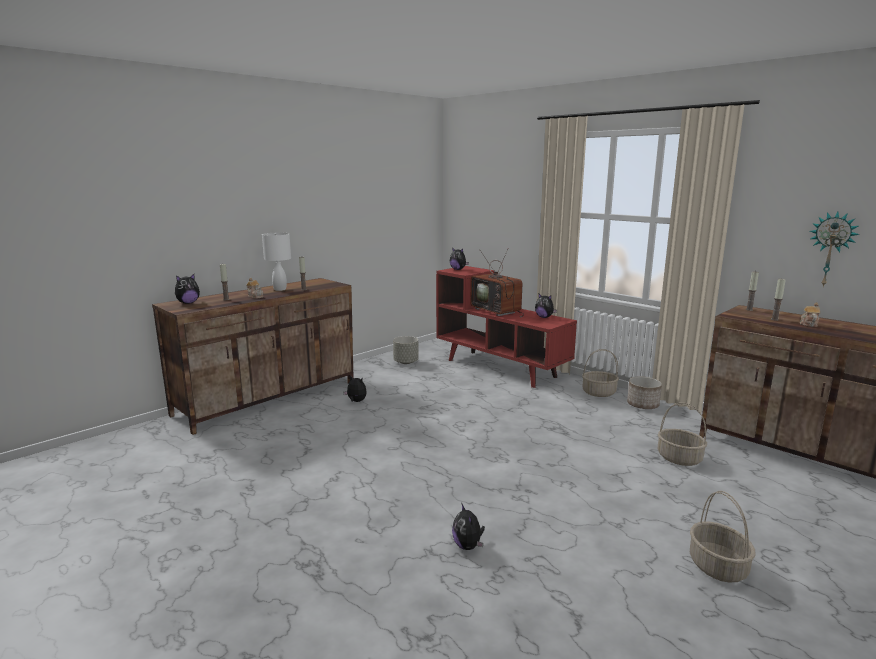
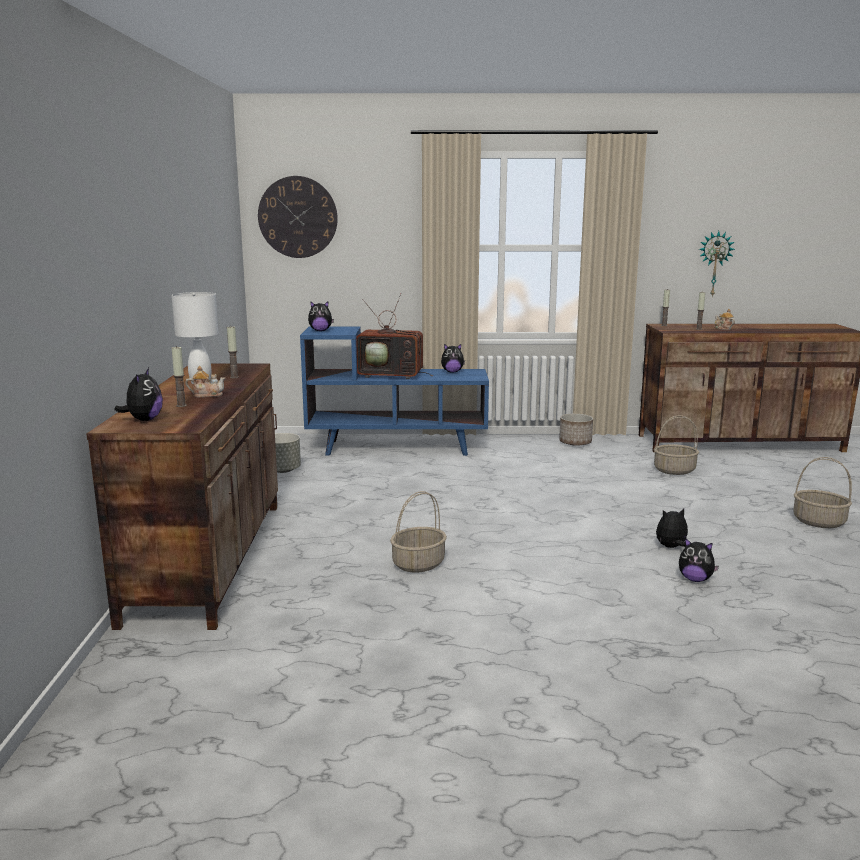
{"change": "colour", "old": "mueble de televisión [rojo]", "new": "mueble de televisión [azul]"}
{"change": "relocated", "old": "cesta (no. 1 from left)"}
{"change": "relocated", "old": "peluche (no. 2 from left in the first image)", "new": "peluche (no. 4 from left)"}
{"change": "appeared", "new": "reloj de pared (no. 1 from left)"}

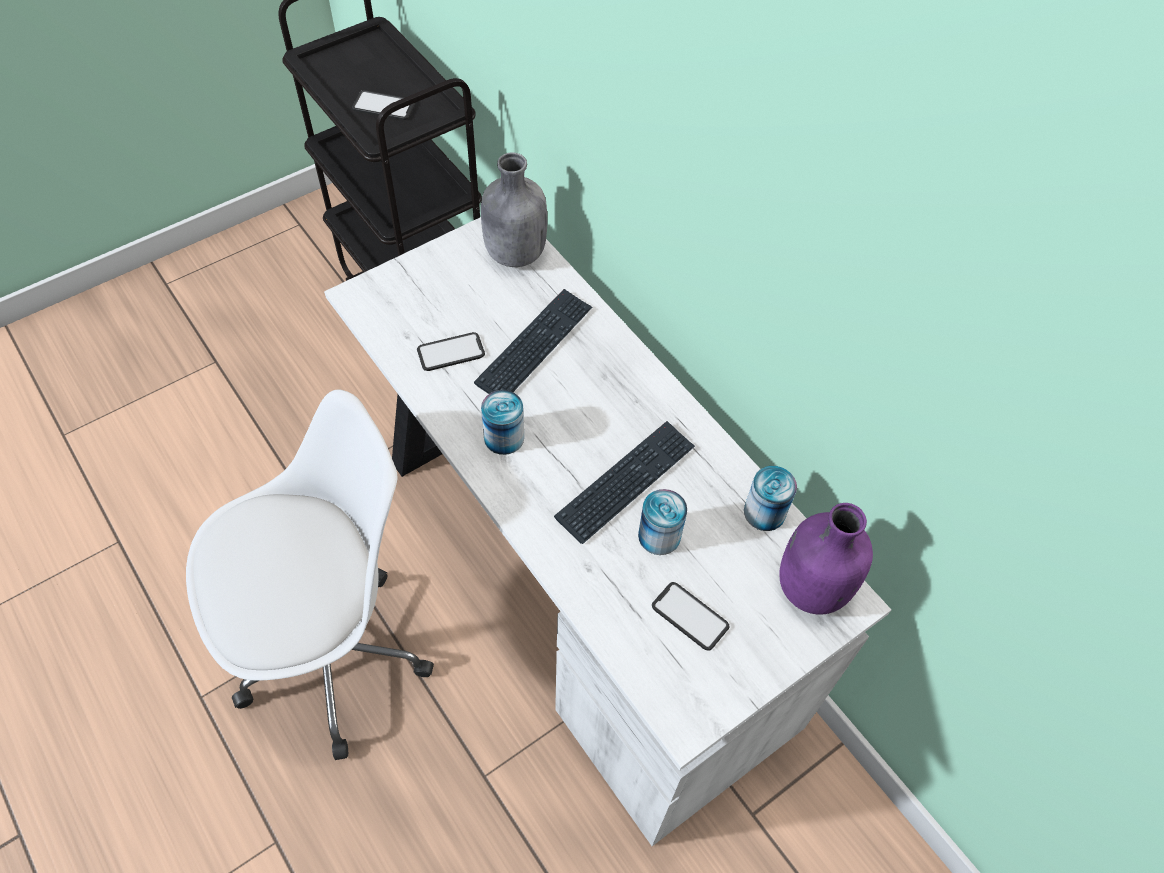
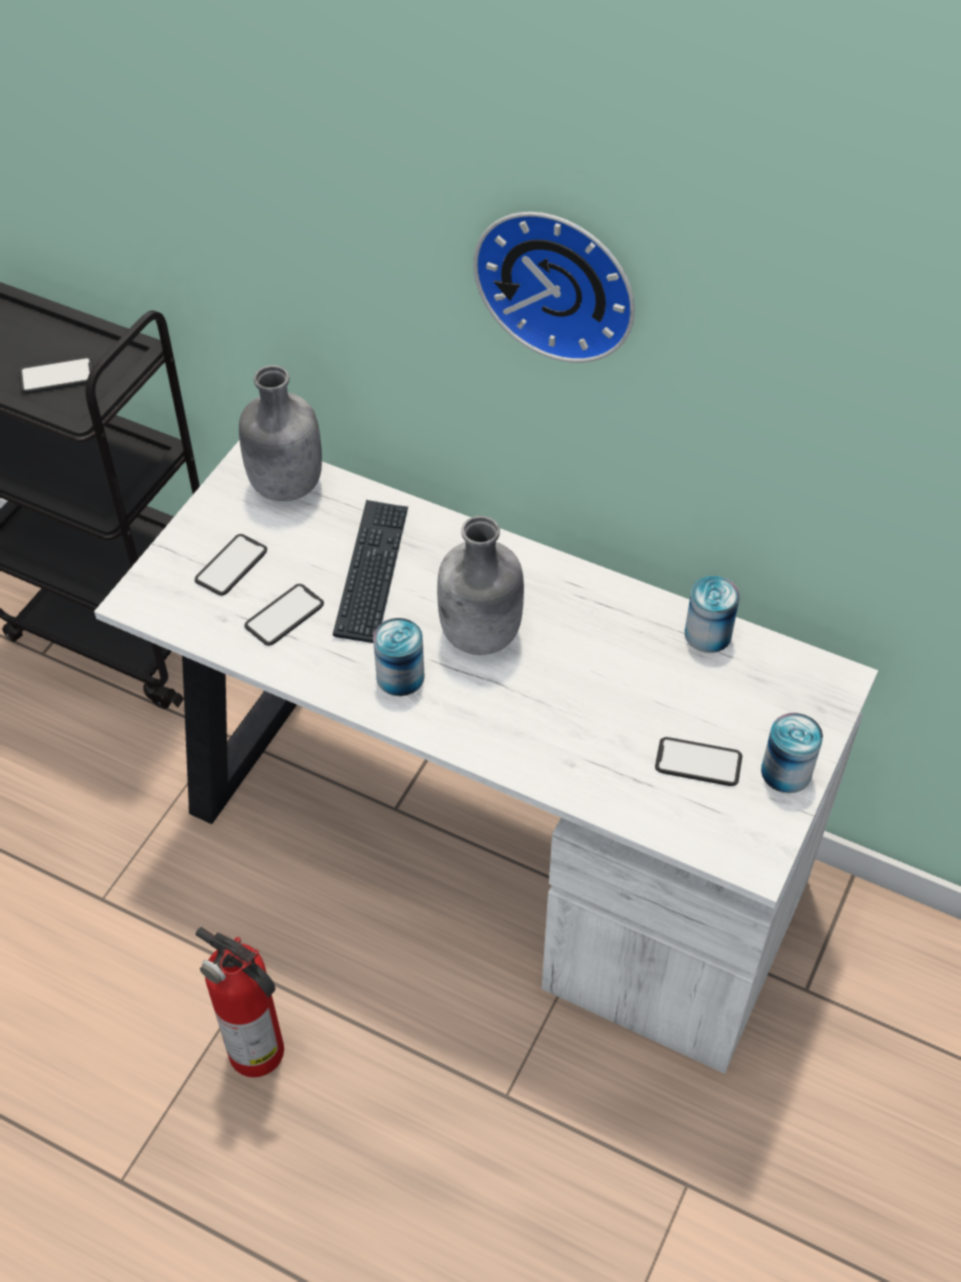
{"change": "exchanged", "old": "silla de oficina [blanco]", "new": "extintor"}
{"change": "missing", "old": "teclado (no. 2 from left)"}
{"change": "relocated", "old": "lata (no. 2 from left in the first image)", "new": "lata (no. 3 from left)"}
{"change": "missing", "old": "botella [morado]"}
{"change": "appeared", "new": "reloj de pared"}
{"change": "appeared", "new": "botella [gris] (no. 2 from left)"}
{"change": "appeared", "new": "móvil (no. 2 from left)"}

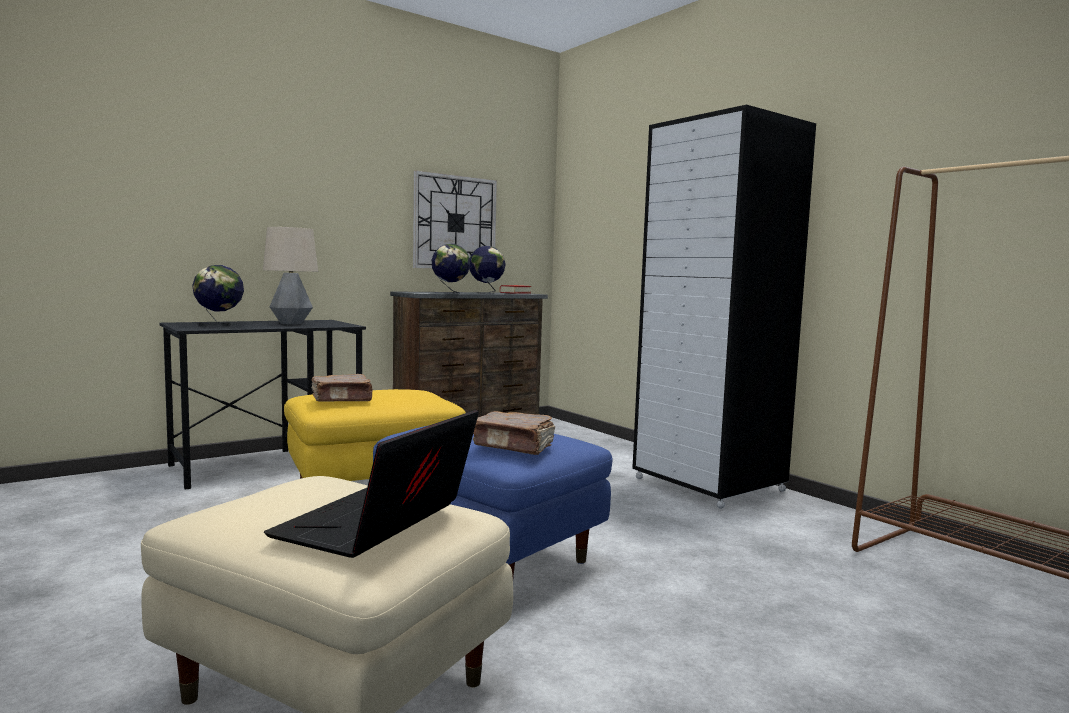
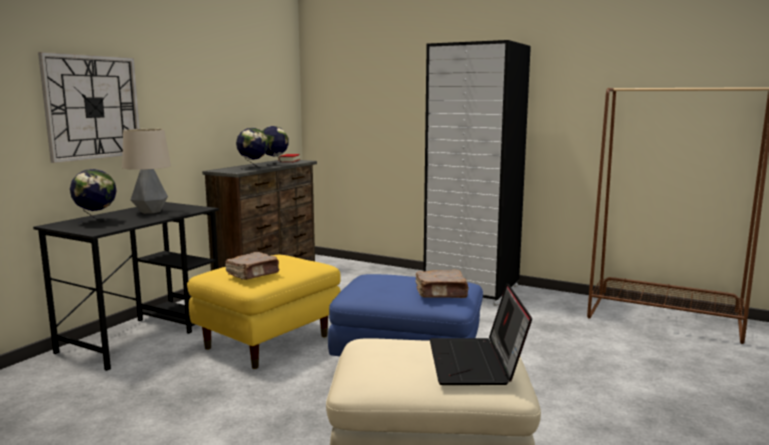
{"change": "relocated", "old": "reloj de pared"}

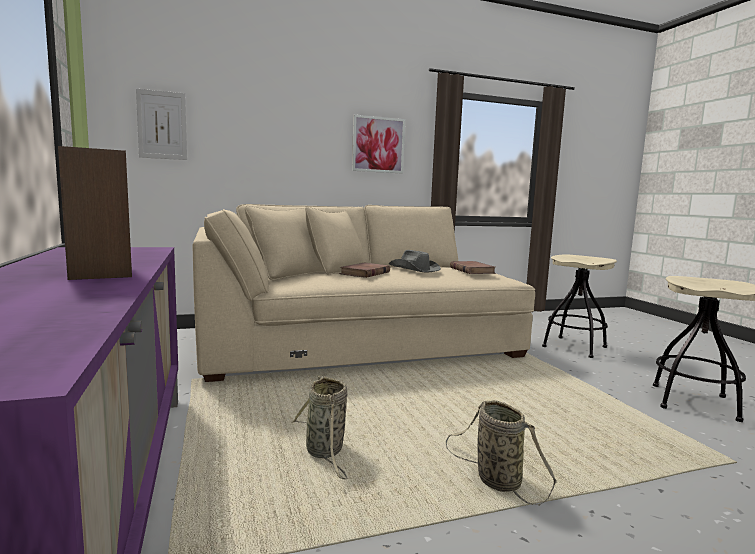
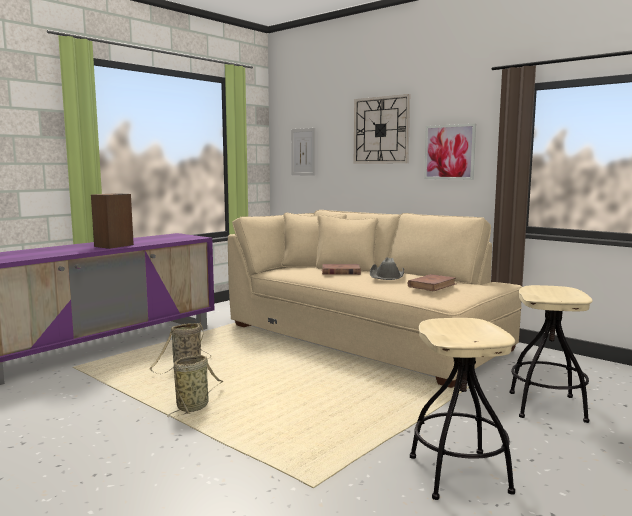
{"change": "appeared", "new": "reloj de pared"}

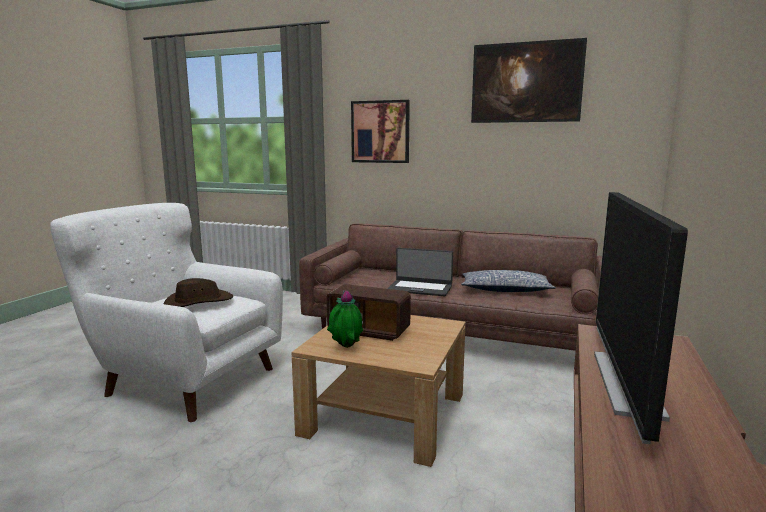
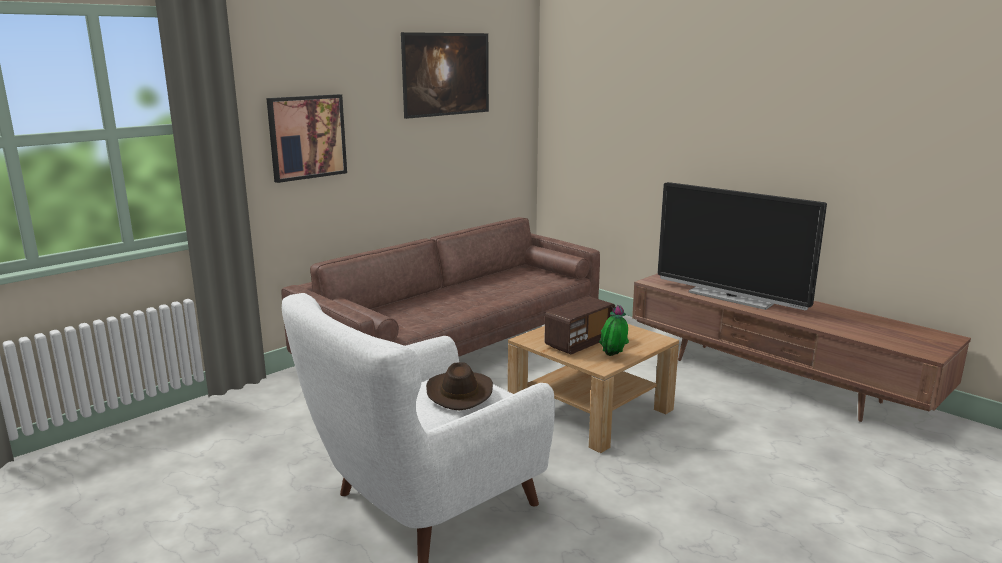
{"change": "missing", "old": "portátil"}
{"change": "missing", "old": "cojín"}

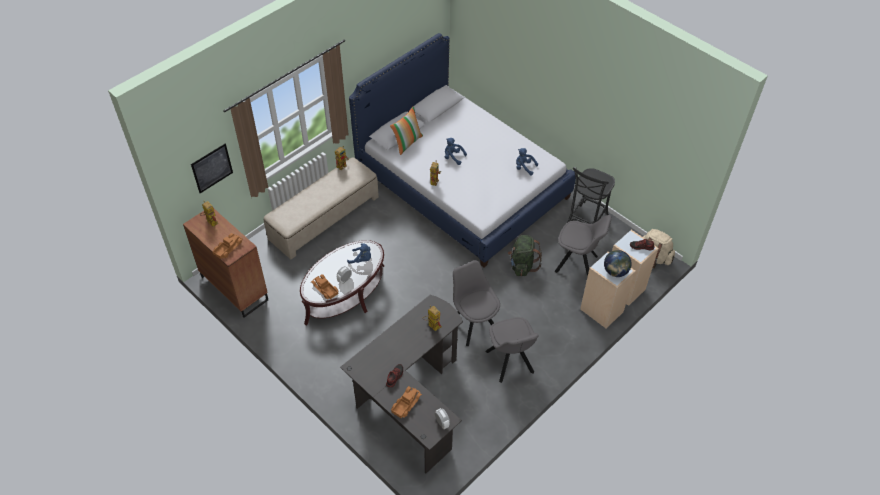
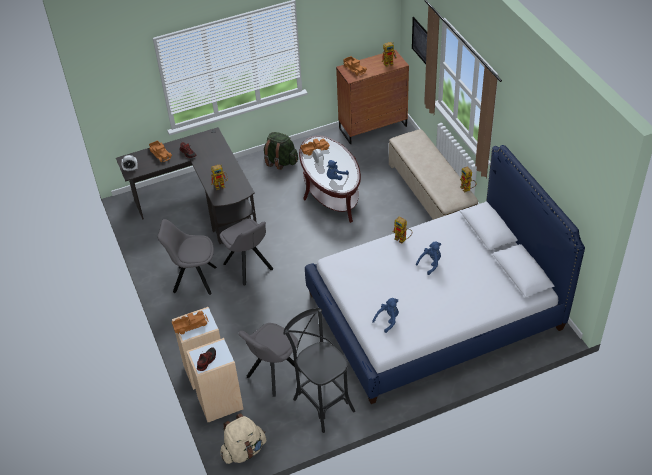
{"change": "missing", "old": "cojín"}
{"change": "relocated", "old": "mochila [verde]"}
{"change": "exchanged", "old": "globo terráqueo", "new": "camión de juguete (no. 2 from left)"}
{"change": "spun", "old": "silla [gris] (no. 1 from left in the first image)", "degrees": 60}

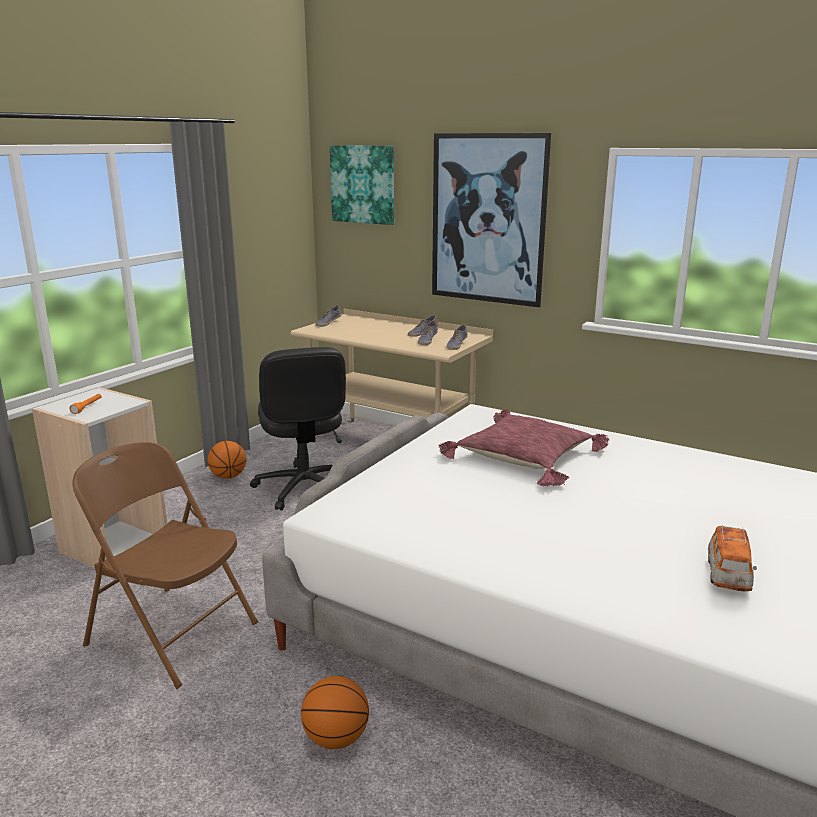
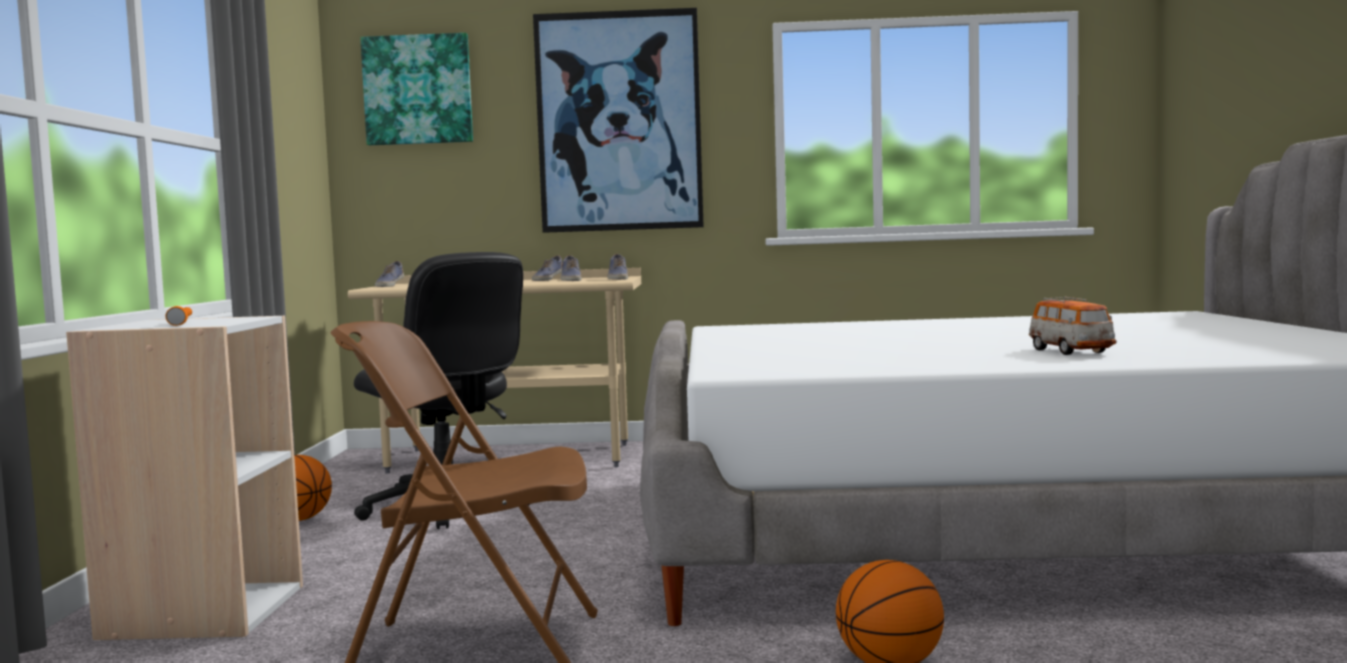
{"change": "missing", "old": "cojín [rojo]"}
{"change": "relocated", "old": "coche de juguete"}

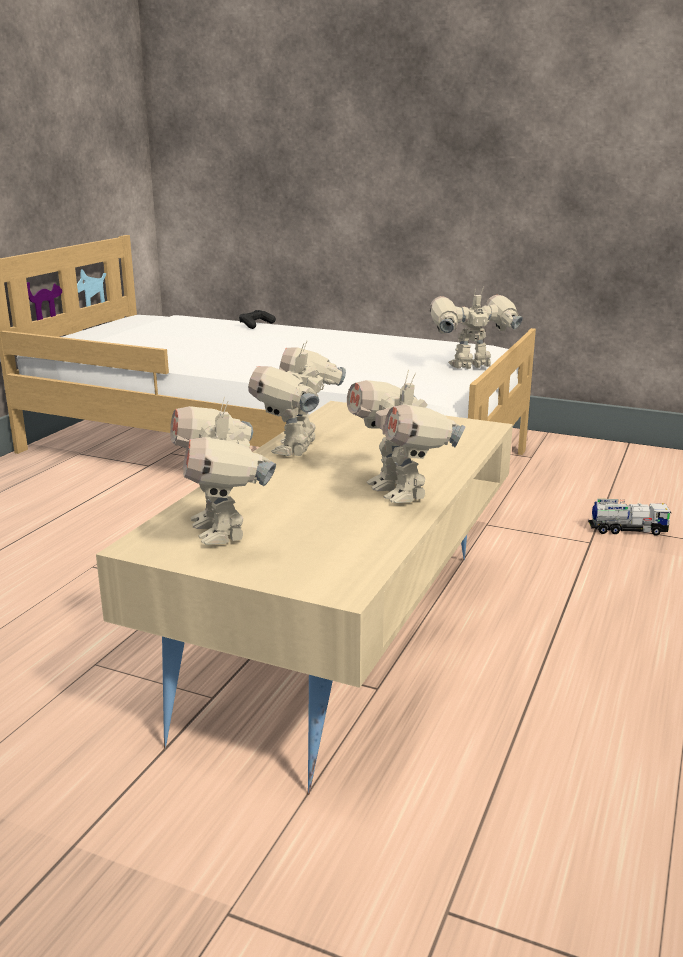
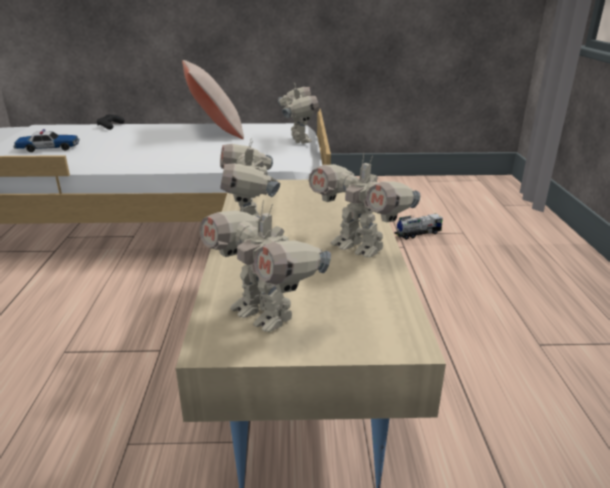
{"change": "spun", "old": "robot de juguete (no. 4 from left in the first image)", "degrees": 120}
{"change": "appeared", "new": "cojín [beis]"}
{"change": "appeared", "new": "coche de juguete"}

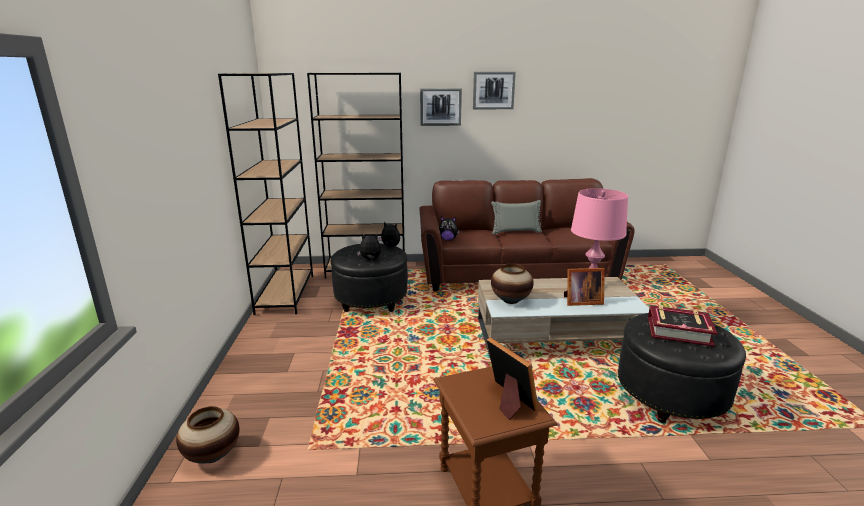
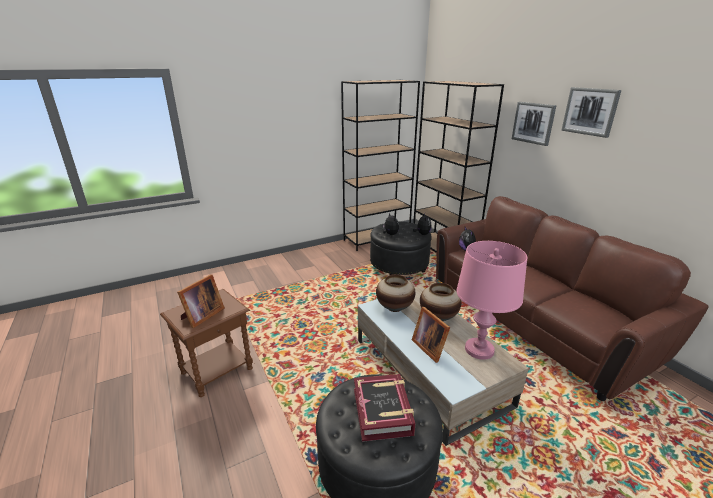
{"change": "missing", "old": "cojín [gris]"}
{"change": "relocated", "old": "florero (no. 1 from left in the first image)", "new": "florero (no. 2 from left)"}

